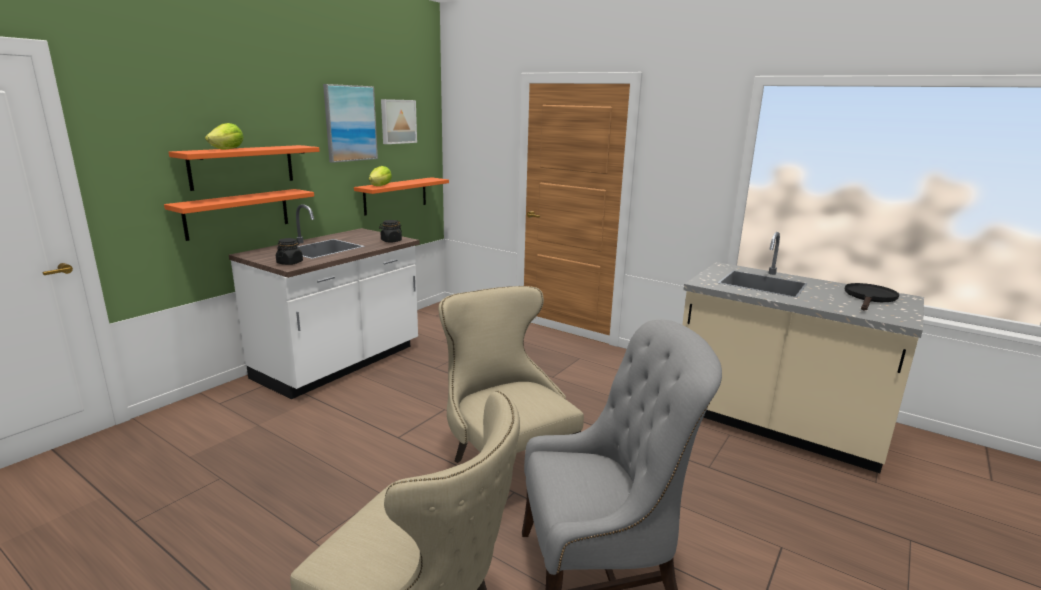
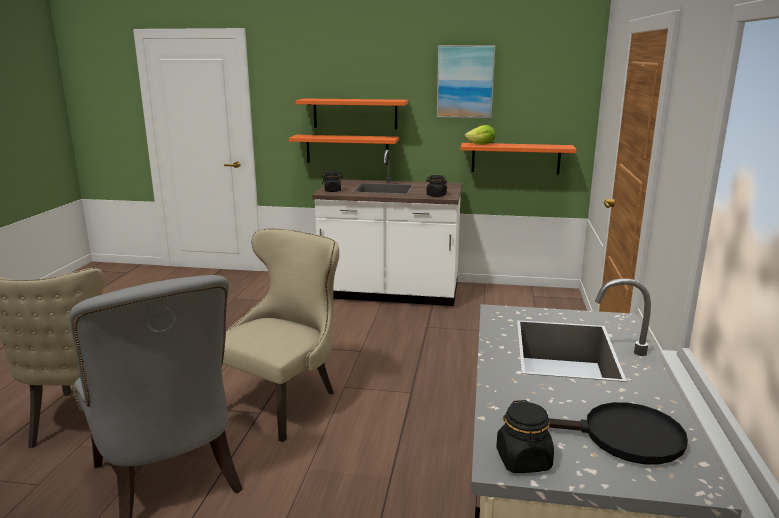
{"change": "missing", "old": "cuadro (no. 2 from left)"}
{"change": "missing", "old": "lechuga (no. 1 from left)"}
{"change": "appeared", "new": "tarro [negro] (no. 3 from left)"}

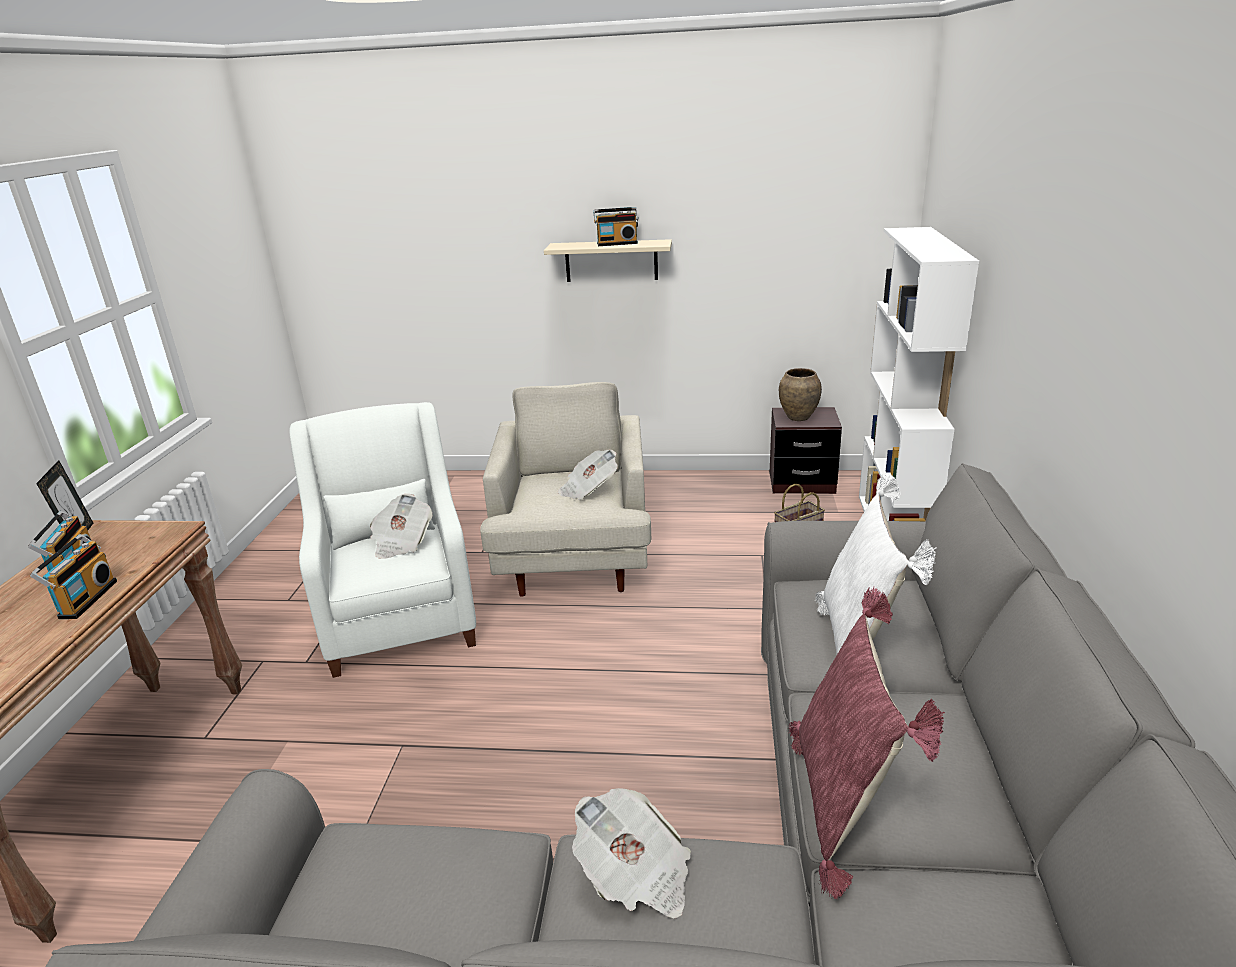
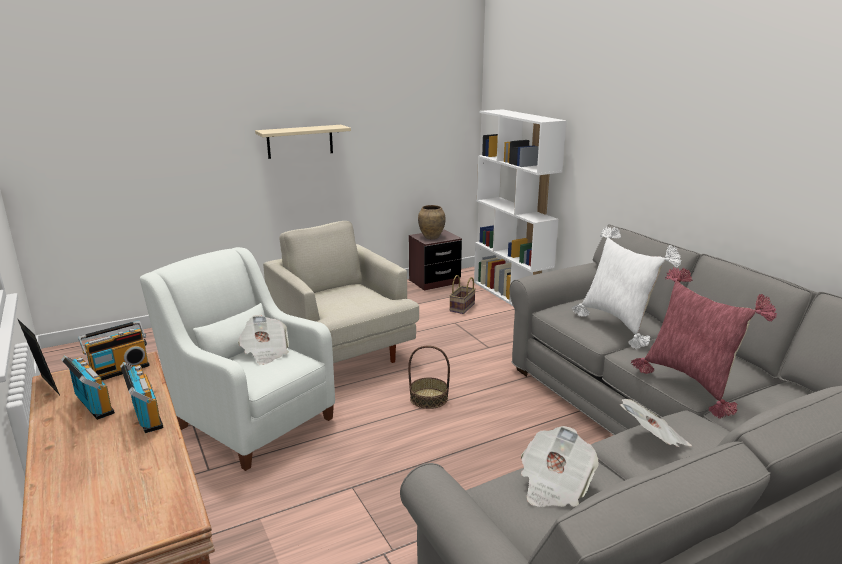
{"change": "relocated", "old": "radio (no. 3 from left in the first image)", "new": "radio (no. 2 from left)"}
{"change": "relocated", "old": "periódico (no. 2 from left)"}
{"change": "appeared", "new": "cesta (no. 1 from left)"}

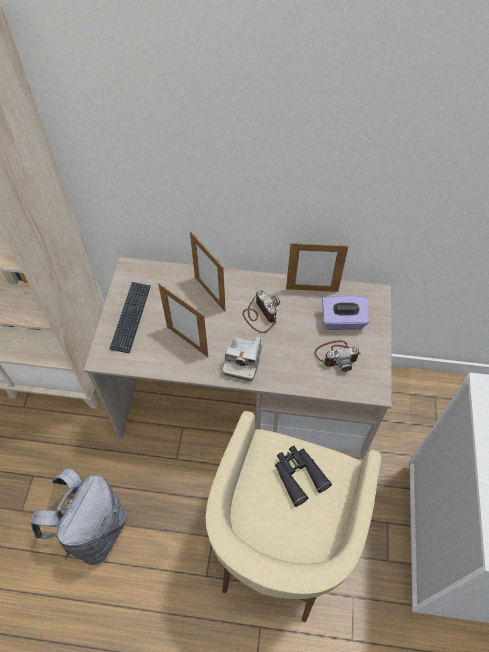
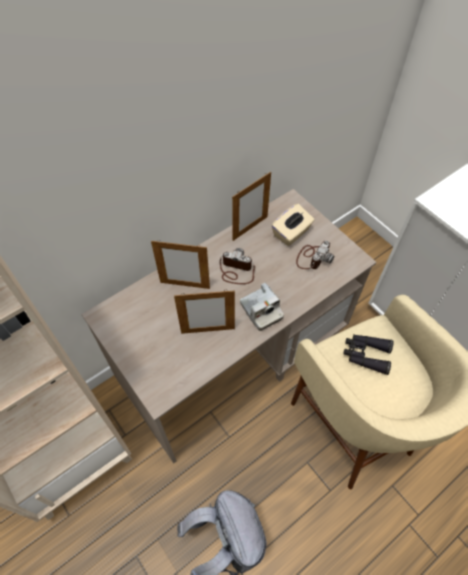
{"change": "missing", "old": "teclado"}
{"change": "colour", "old": "caja de pañuelos [morado]", "new": "caja de pañuelos [beis]"}

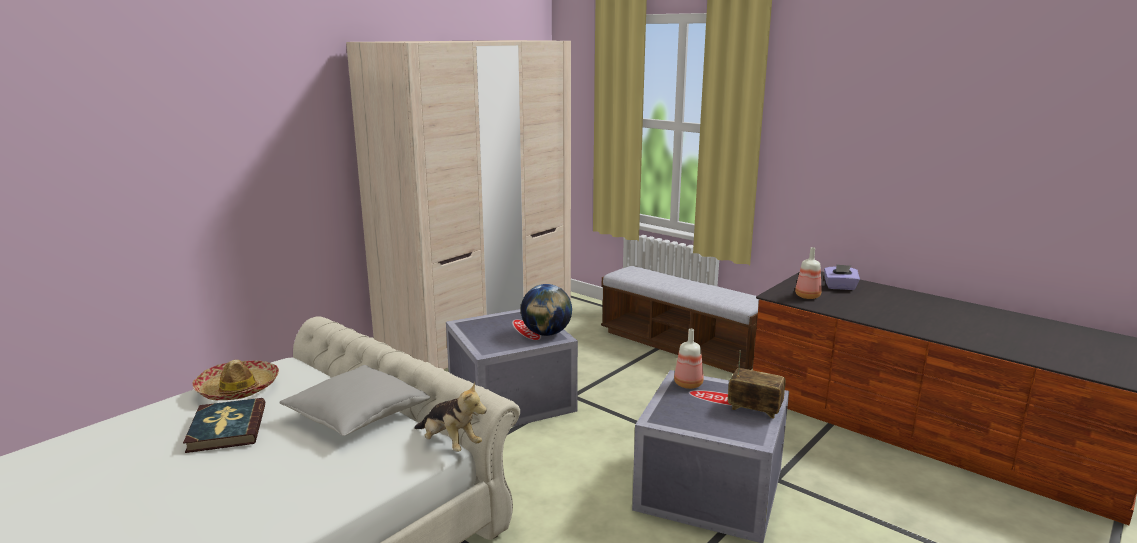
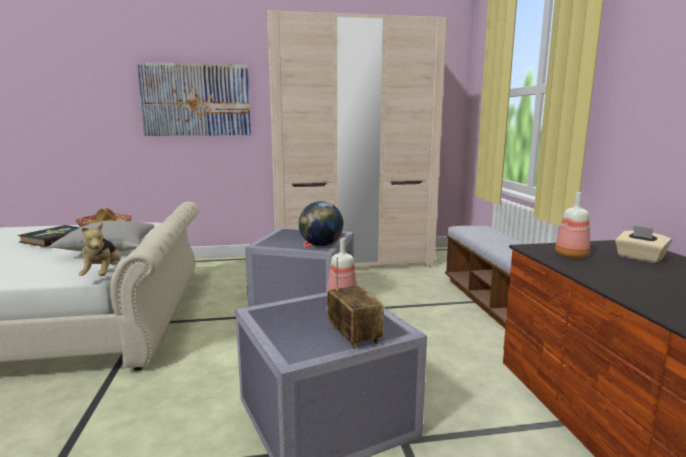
{"change": "colour", "old": "caja de pañuelos [morado]", "new": "caja de pañuelos [beis]"}
{"change": "appeared", "new": "cuadro"}

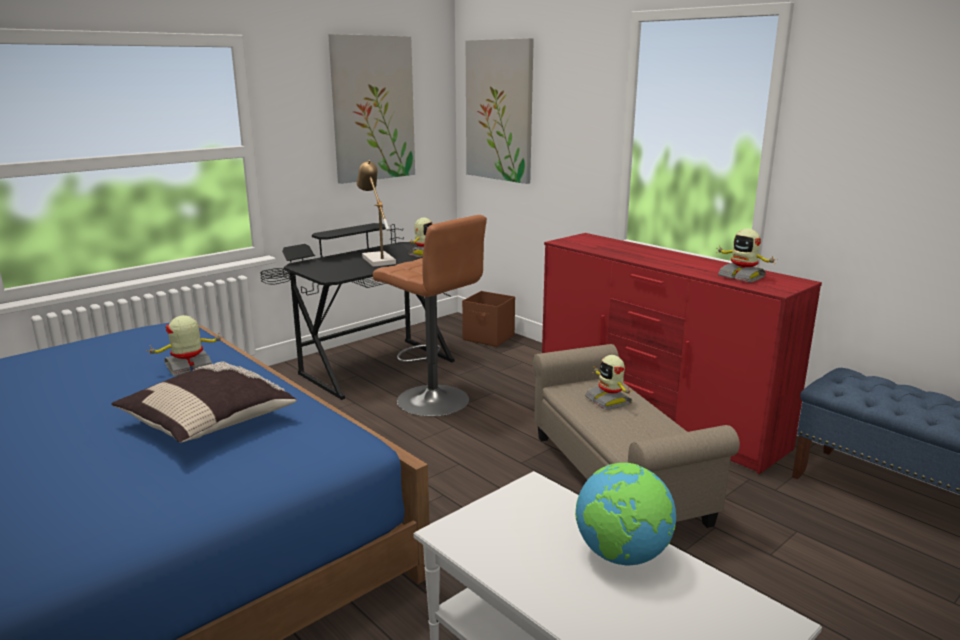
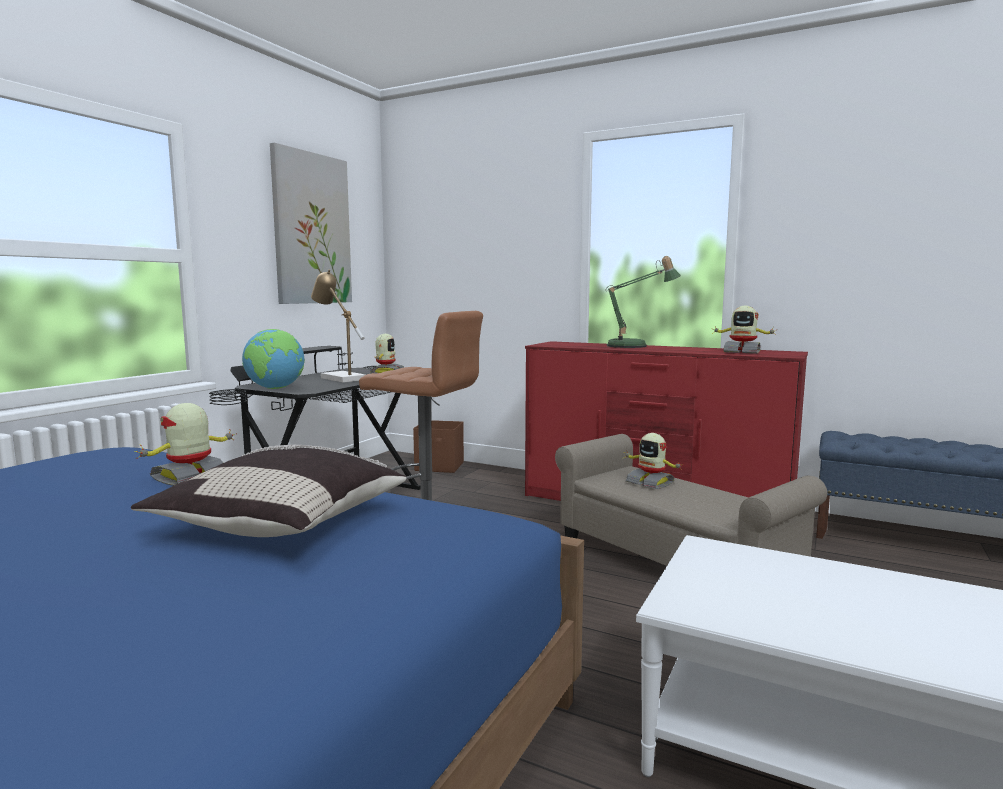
{"change": "missing", "old": "cuadro (no. 2 from left)"}
{"change": "relocated", "old": "globo terráqueo"}
{"change": "appeared", "new": "lámpara de mesa (no. 2 from left)"}

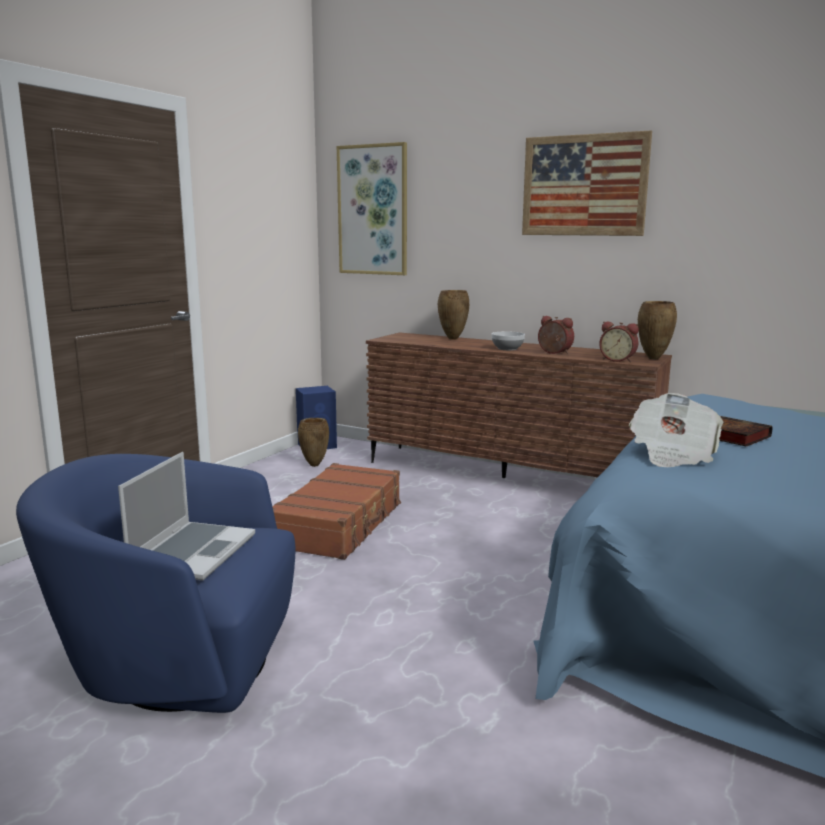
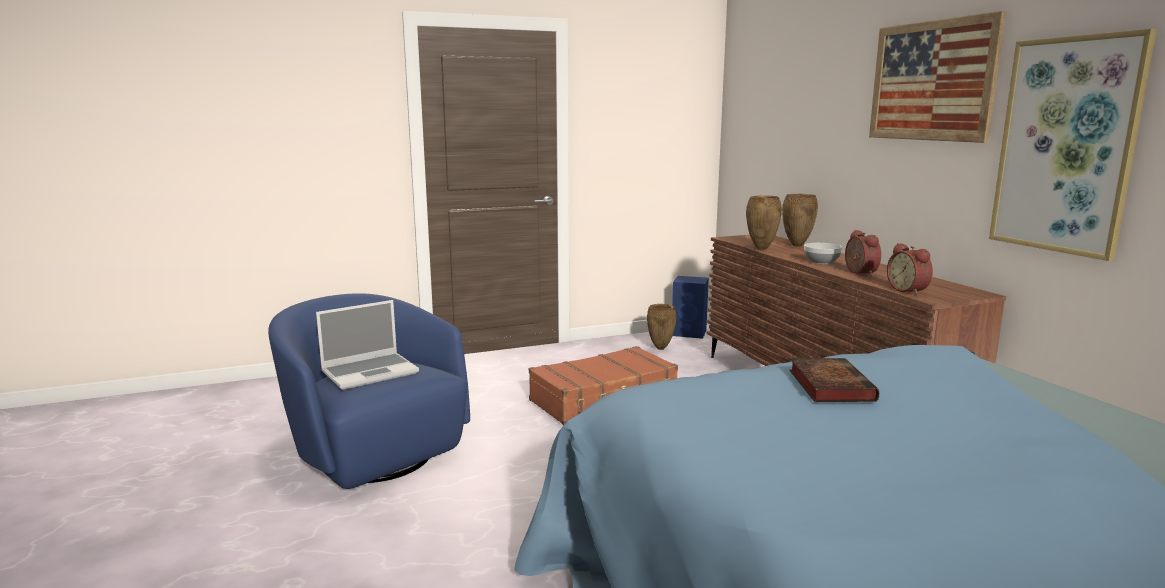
{"change": "relocated", "old": "cuadro (no. 1 from left in the first image)", "new": "cuadro (no. 2 from left)"}
{"change": "relocated", "old": "florero [marrón] (no. 3 from left in the first image)", "new": "florero [marrón] (no. 2 from left)"}
{"change": "missing", "old": "periódico"}

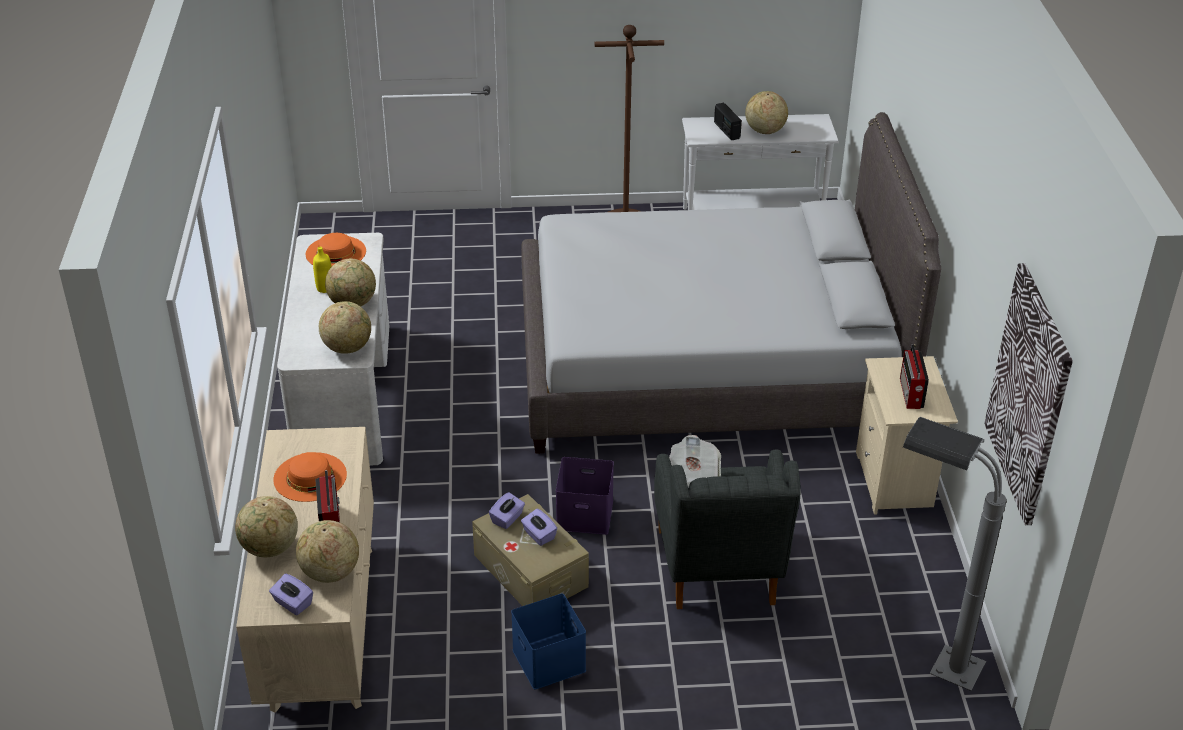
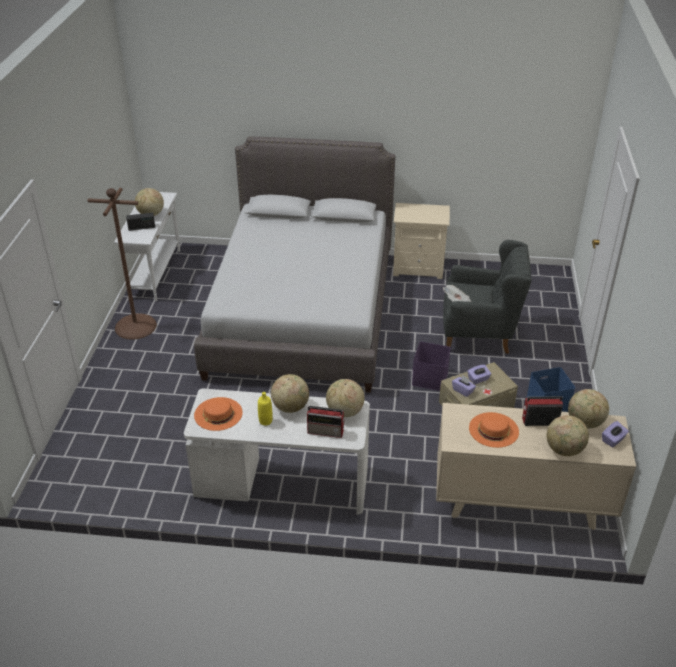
{"change": "missing", "old": "cuadro"}
{"change": "relocated", "old": "radio (no. 3 from left in the first image)", "new": "radio (no. 2 from left)"}
{"change": "missing", "old": "lámpara de pie [gris]"}

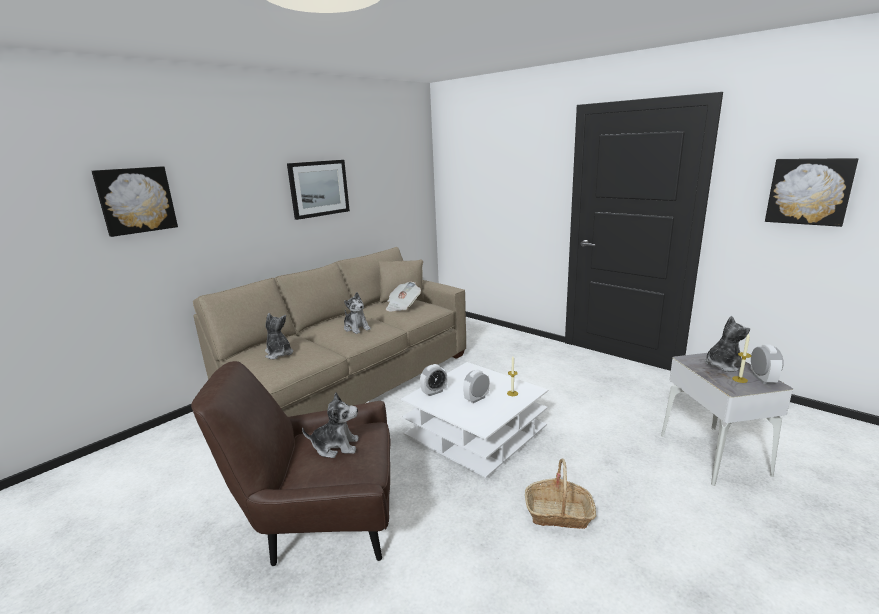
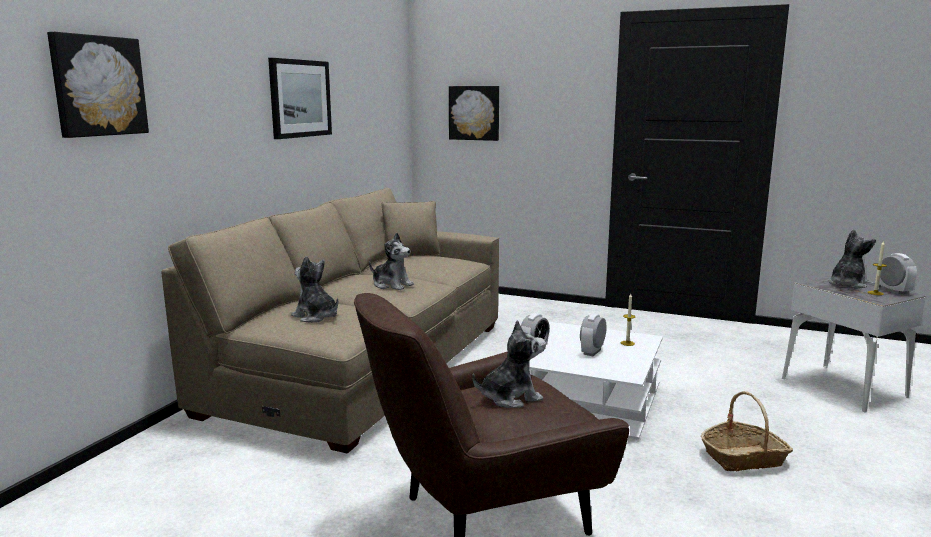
{"change": "relocated", "old": "cuadro (no. 3 from left)"}
{"change": "missing", "old": "periódico"}

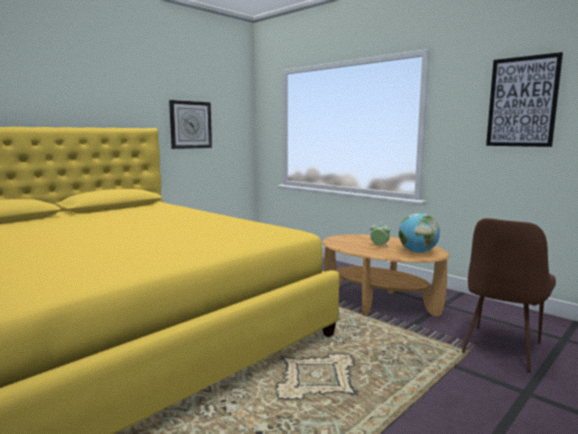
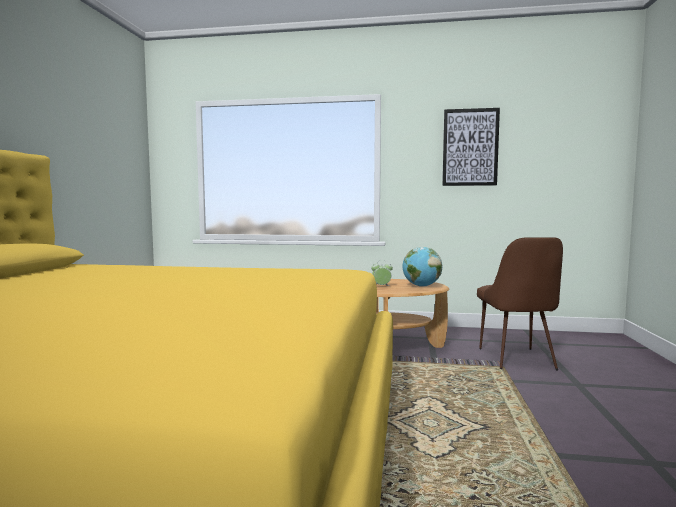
{"change": "missing", "old": "reloj de pared"}

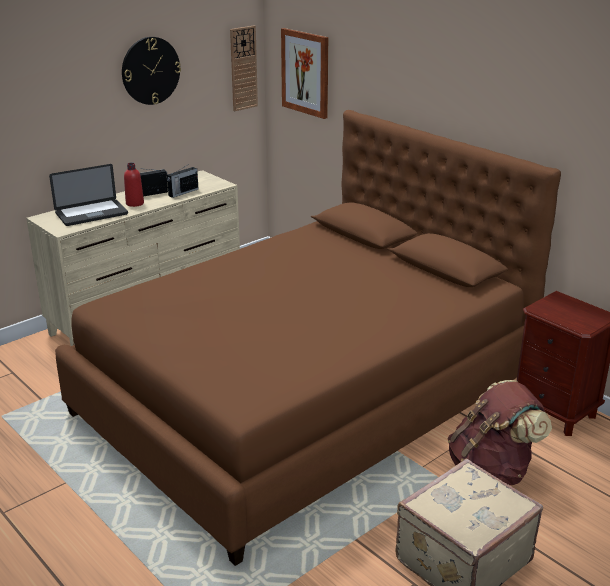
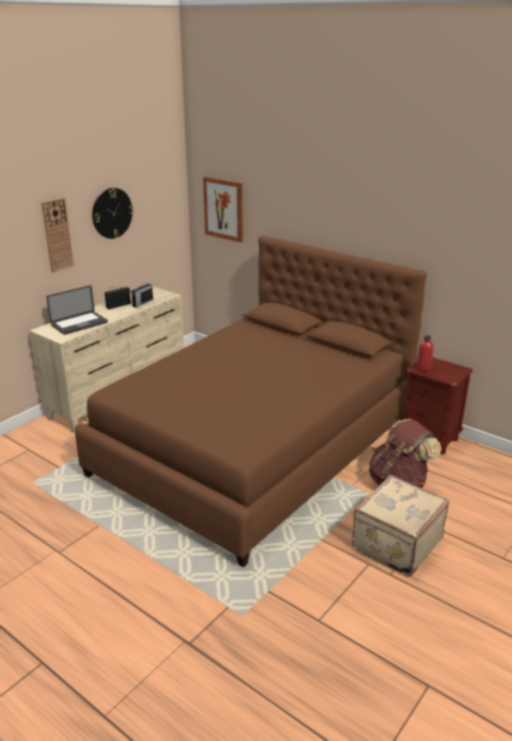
{"change": "relocated", "old": "reloj de pared (no. 2 from left in the first image)", "new": "reloj de pared (no. 1 from left)"}
{"change": "relocated", "old": "botella [rojo]"}

